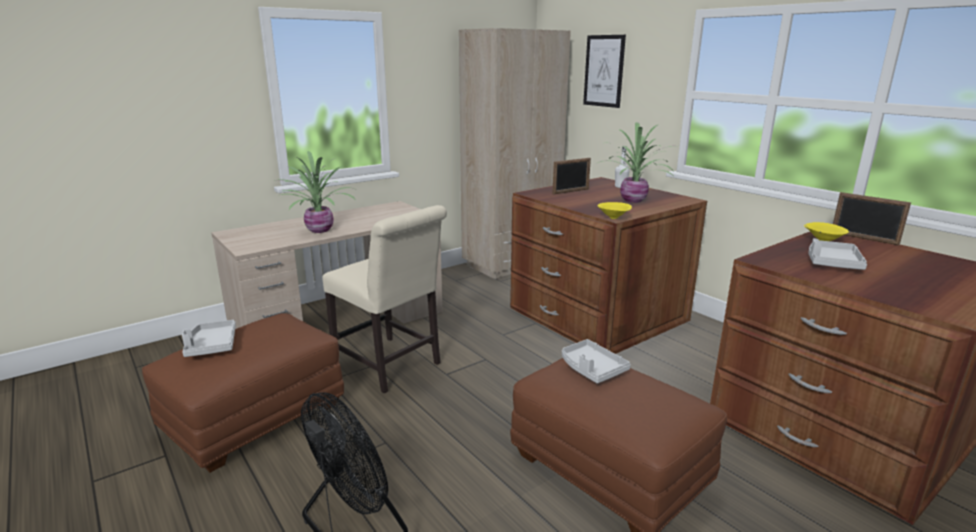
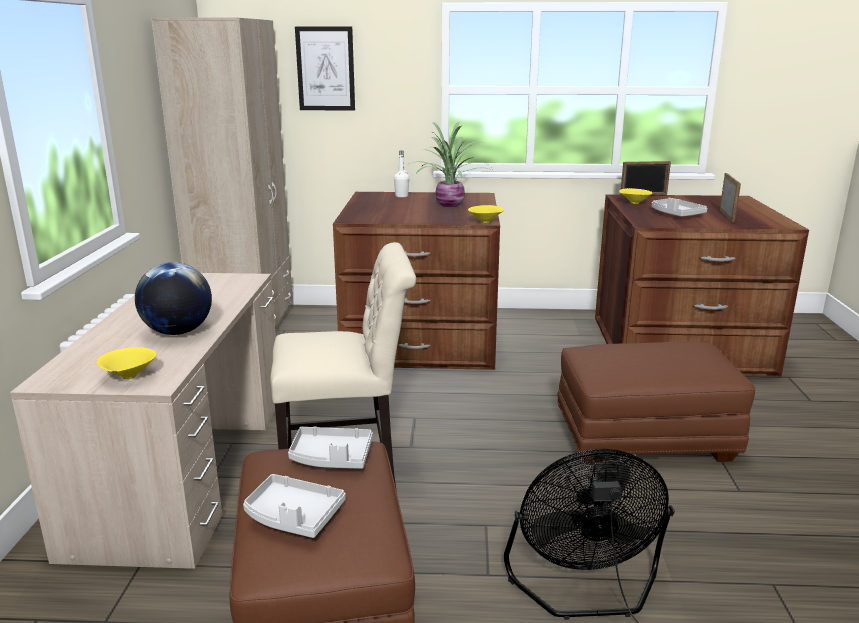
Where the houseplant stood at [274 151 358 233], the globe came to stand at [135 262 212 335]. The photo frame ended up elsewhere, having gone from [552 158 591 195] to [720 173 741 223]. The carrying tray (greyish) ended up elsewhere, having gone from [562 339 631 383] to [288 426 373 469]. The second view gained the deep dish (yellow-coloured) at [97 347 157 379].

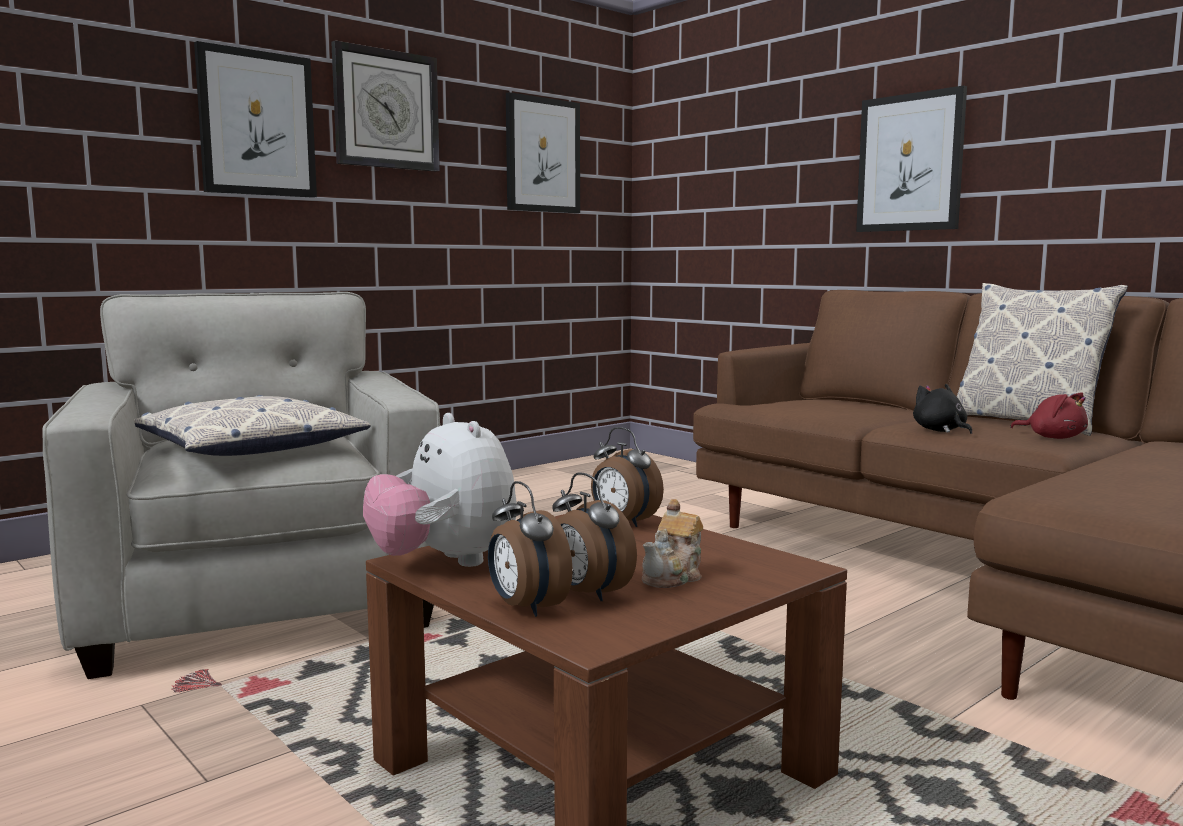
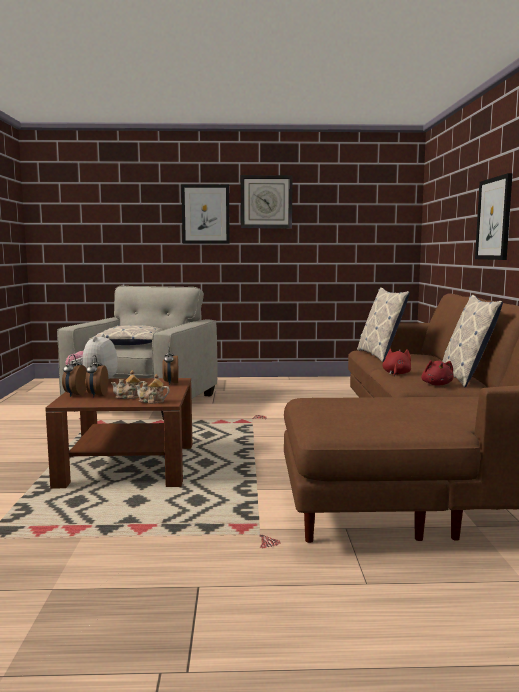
The second view lost the wall picture at [506 92 580 213]. What was the plush toy (black) at [913 384 972 434] turned into the plush toy (red) at [382 349 411 376]. The second view gained the tea pot at [135 374 170 404]. The second view gained the throw pillow at [357 287 410 362].

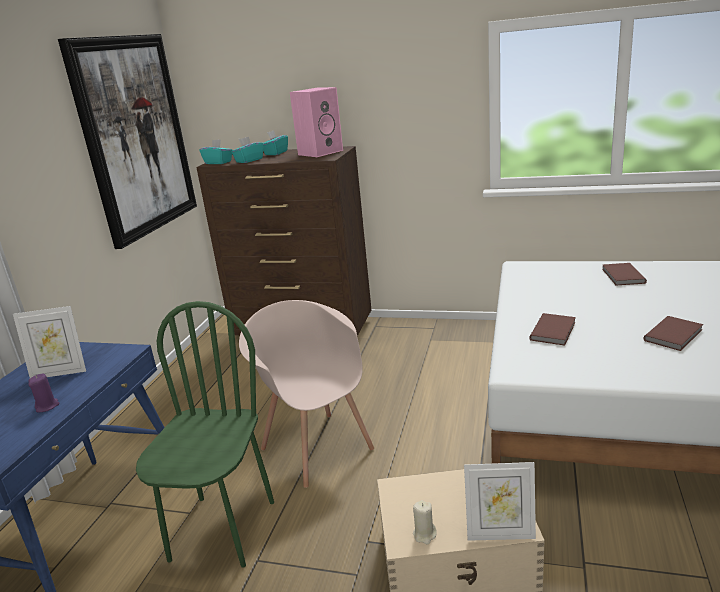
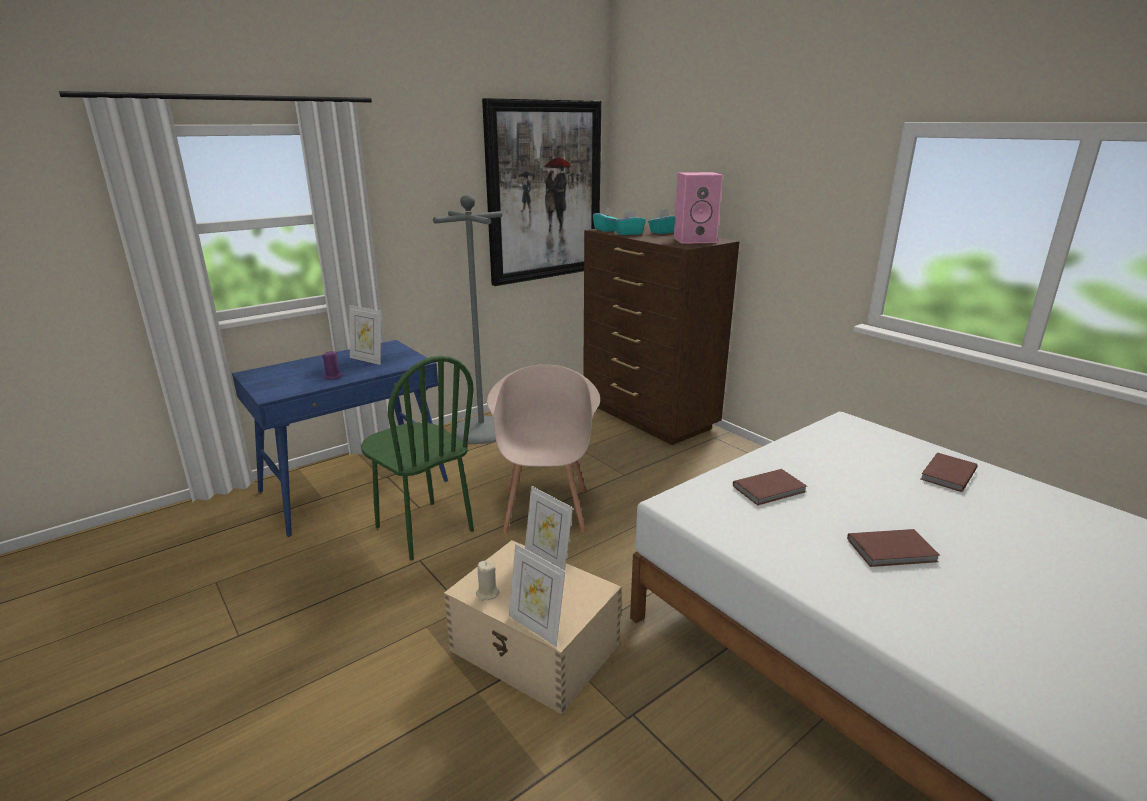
The plain chair (green-coloured) at [136 301 274 568] ended up facing another way, 90 degrees clockwise from before. The second view gained the garment stand (greyish) at [433 195 503 444]. The second view gained the photo frame at [525 486 573 571].

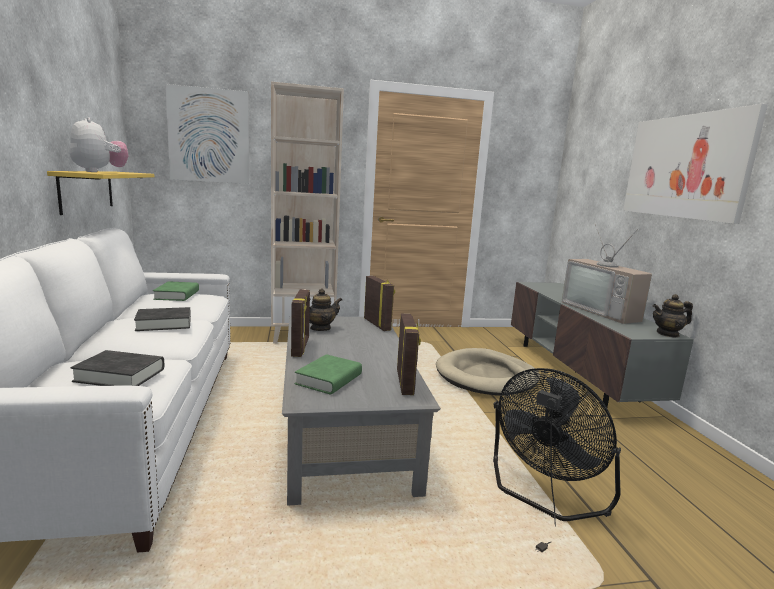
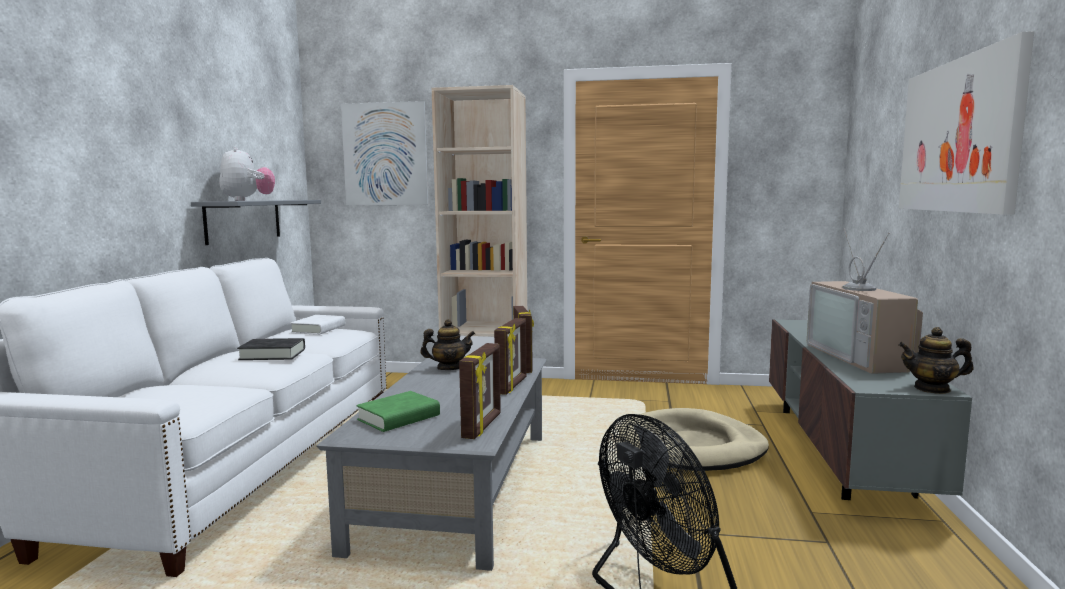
What was the wall shelf (yellow-coloured) at [47 171 154 215] turned into the wall shelf (greyish) at [191 200 321 245]. The second view lost the volume (black) at [70 350 164 386]. What was the volume (green-coloured) at [153 281 199 301] turned into the volume (white) at [290 315 345 335]. The photo frame ended up elsewhere, having gone from [291 289 310 357] to [494 318 526 395].

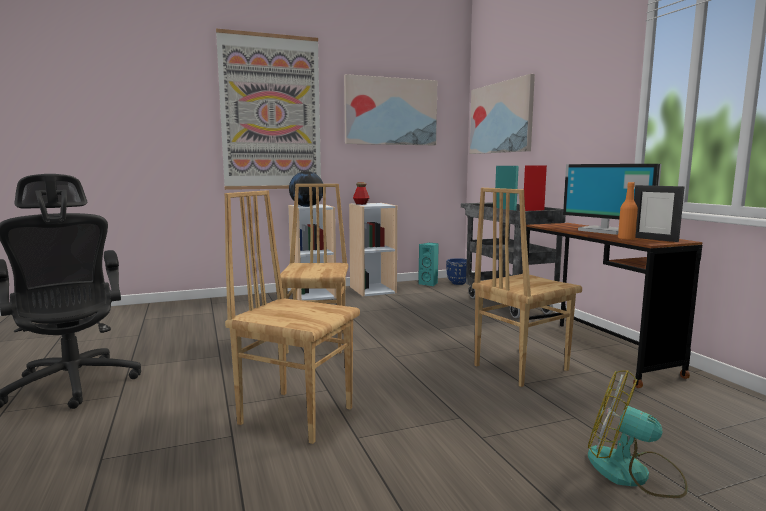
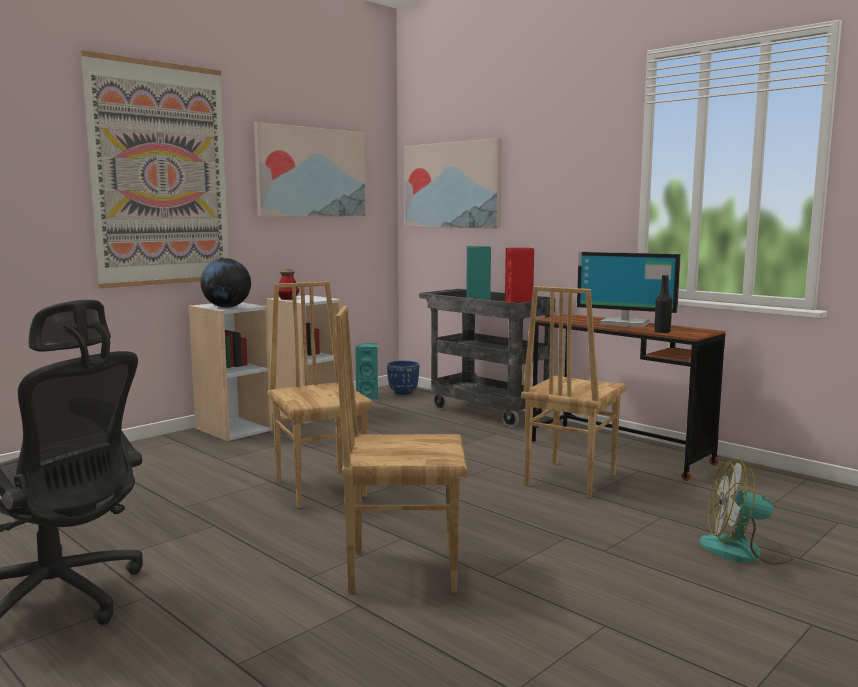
What was the bottle (orange) at [618 182 638 240] turned into the bottle (black) at [654 275 672 333]. The second view lost the photo frame at [634 185 685 242].

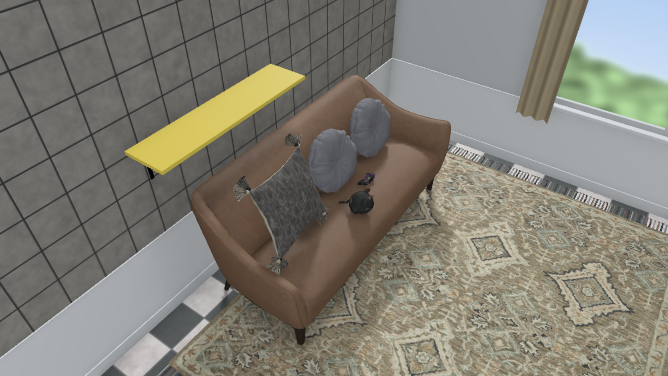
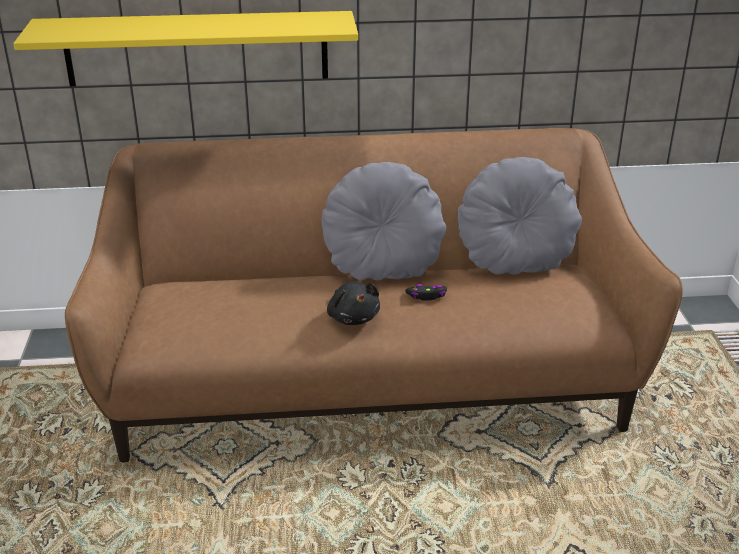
The second view lost the throw pillow at [232 133 329 275].

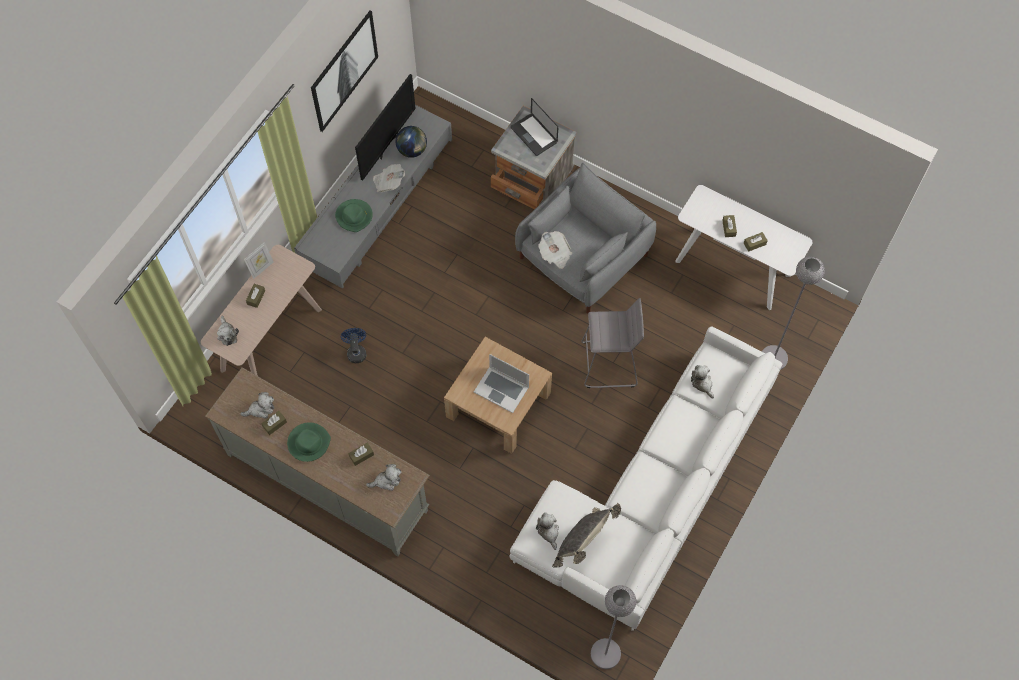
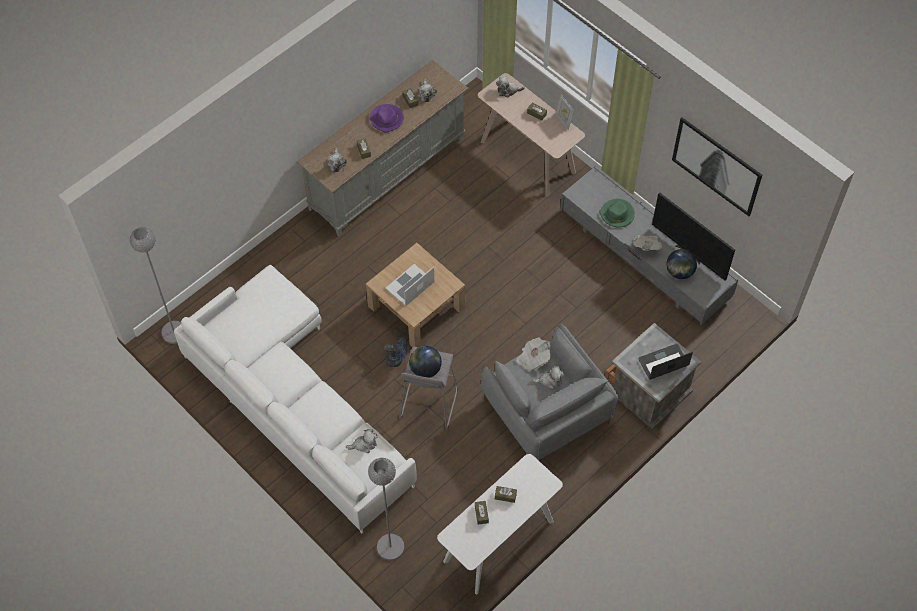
What was the clothing hat (green-coloured) at [287 422 331 462] turned into the clothing hat (purplish) at [370 104 404 133]. The fan (bluish) ended up elsewhere, having gone from [341 328 366 363] to [384 337 407 367]. The plush toy ended up elsewhere, having gone from [536 513 559 550] to [532 366 564 390]. The second view lost the throw pillow at [552 503 621 567]. The second view gained the globe at [409 346 442 378].

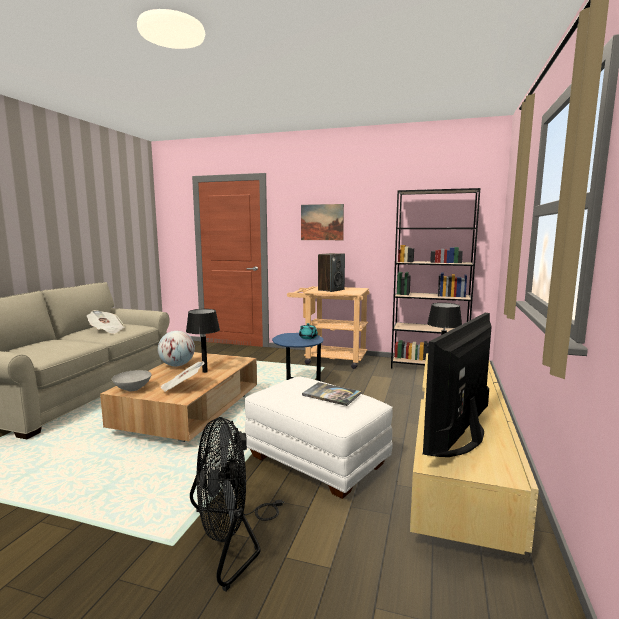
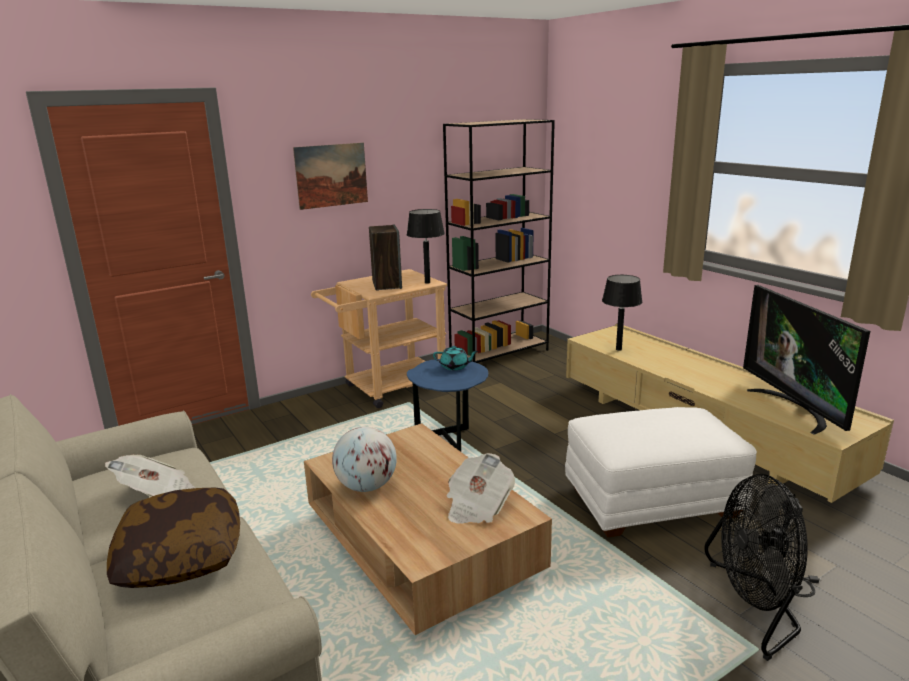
The second view lost the deep dish (greyish) at [112 370 152 391]. The lamp for a table (black) ended up elsewhere, having gone from [186 309 220 373] to [407 209 445 284]. The fan (black) at [190 417 285 592] ended up facing another way, 75 degrees clockwise from before. The second view lost the volume at [302 382 361 406]. The second view gained the throw pillow at [107 488 240 588].

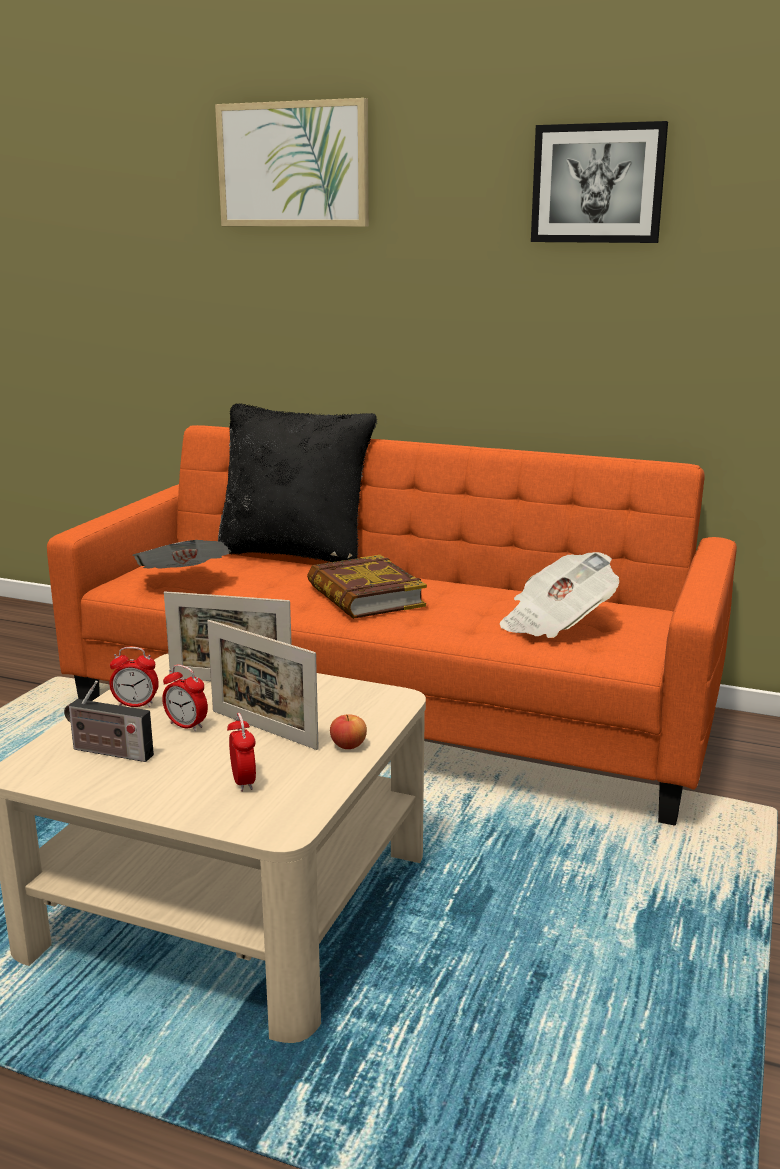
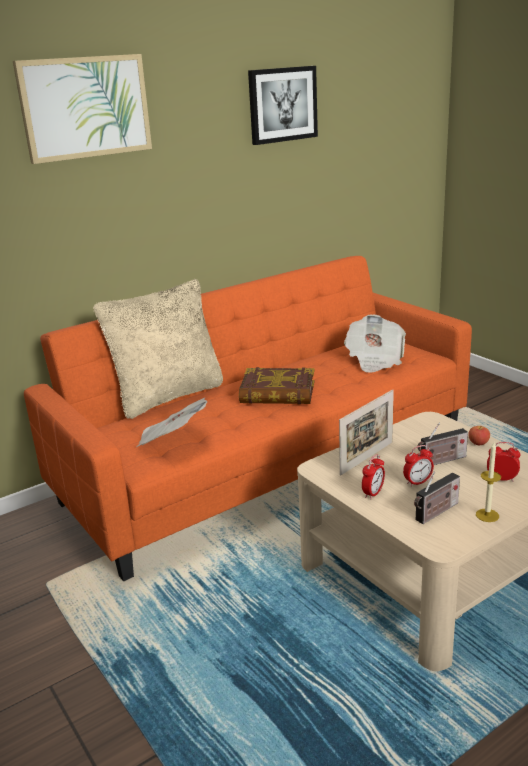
Where the photo frame stood at [207 620 319 750], the radio receiver came to stand at [418 422 468 465]. What was the throw pillow (black) at [218 403 377 562] turned into the throw pillow (beige-coloured) at [94 279 223 419]. The second view gained the wax light at [476 442 501 522].

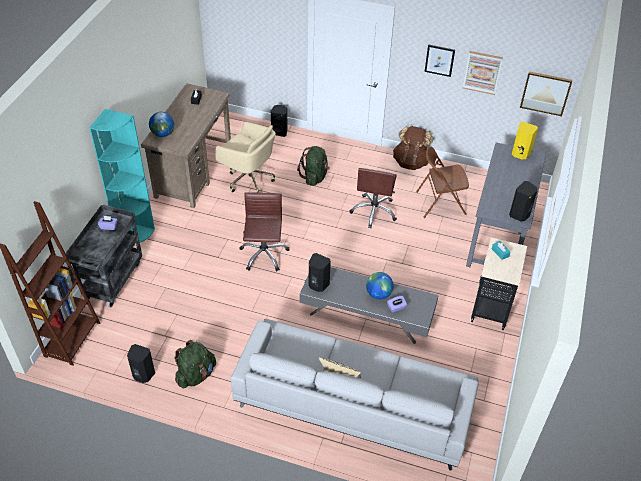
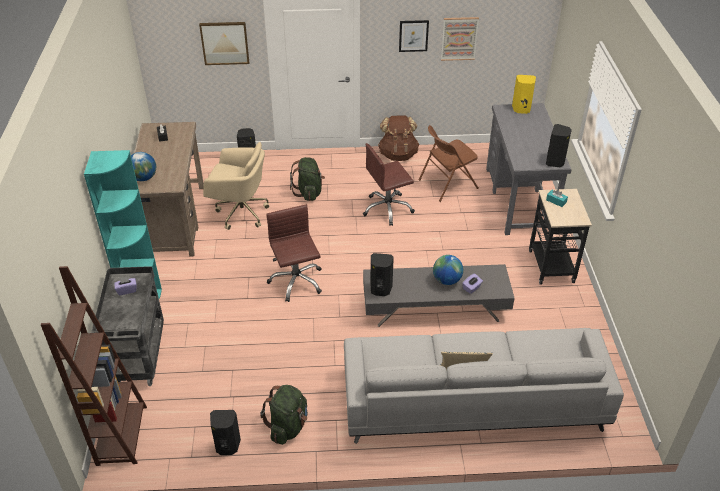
The office chair (brown-coloured) at [350 168 397 228] ended up facing another way, 75 degrees clockwise from before. The wall picture ended up elsewhere, having gone from [520 71 573 116] to [199 22 249 65].

